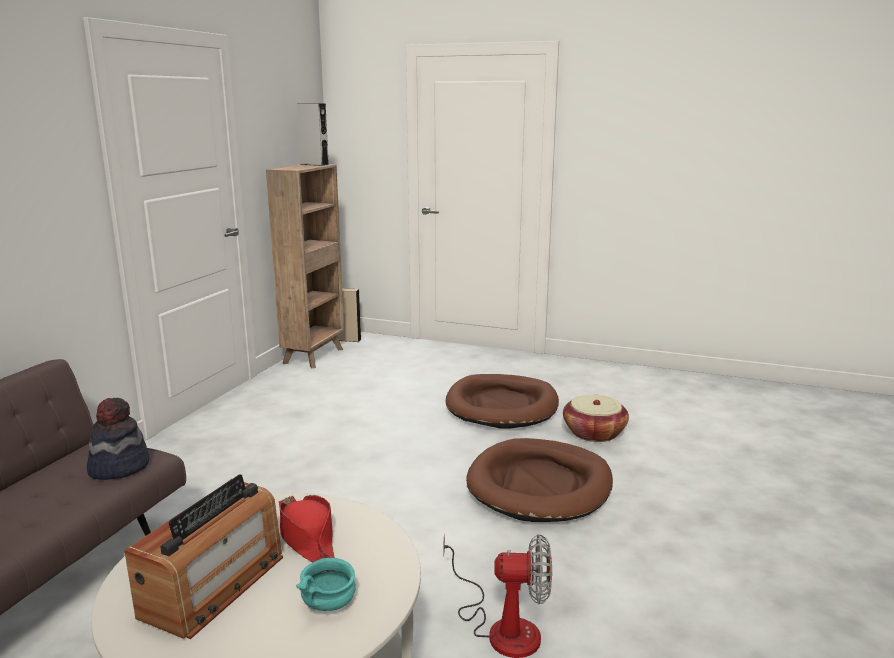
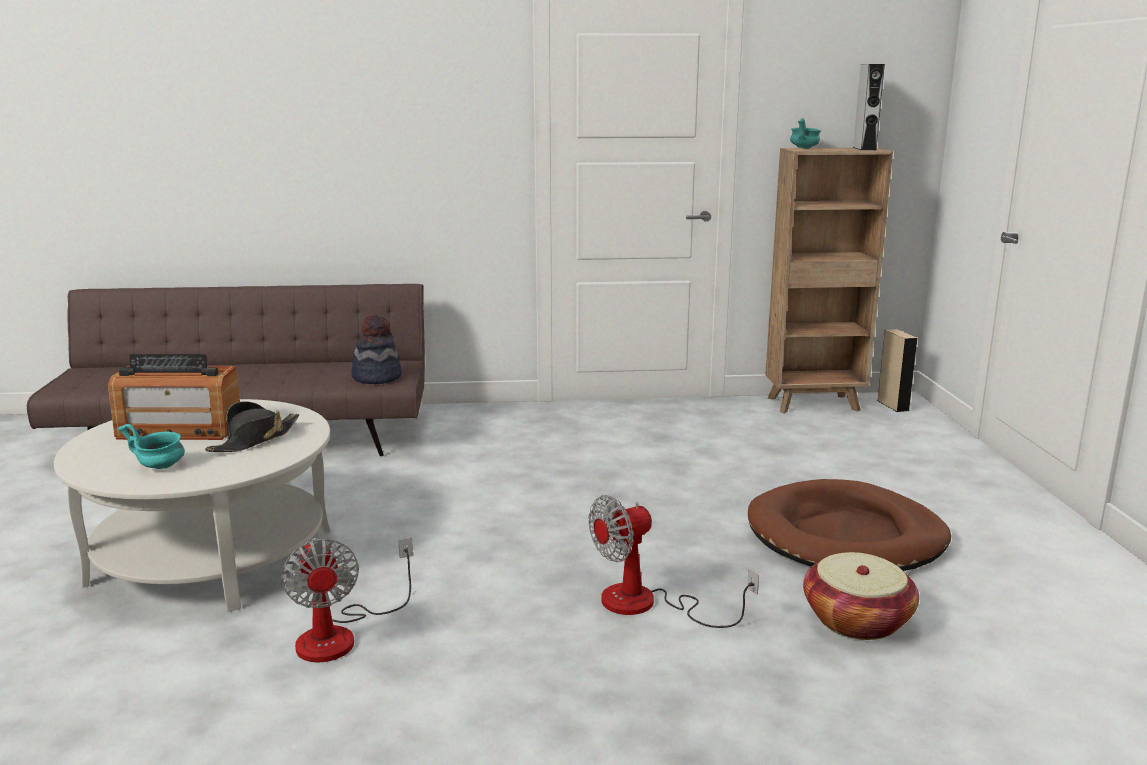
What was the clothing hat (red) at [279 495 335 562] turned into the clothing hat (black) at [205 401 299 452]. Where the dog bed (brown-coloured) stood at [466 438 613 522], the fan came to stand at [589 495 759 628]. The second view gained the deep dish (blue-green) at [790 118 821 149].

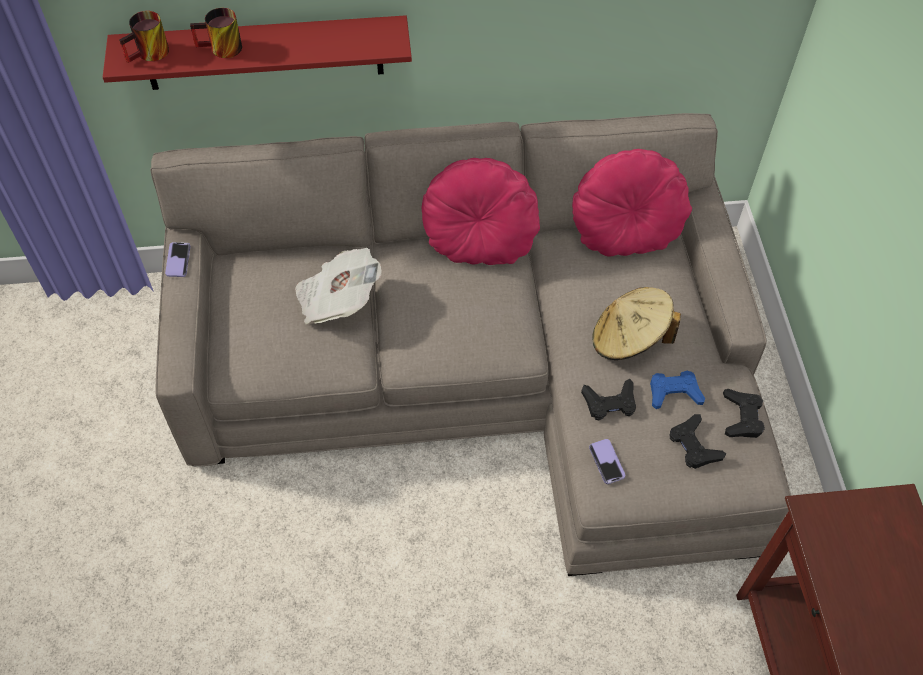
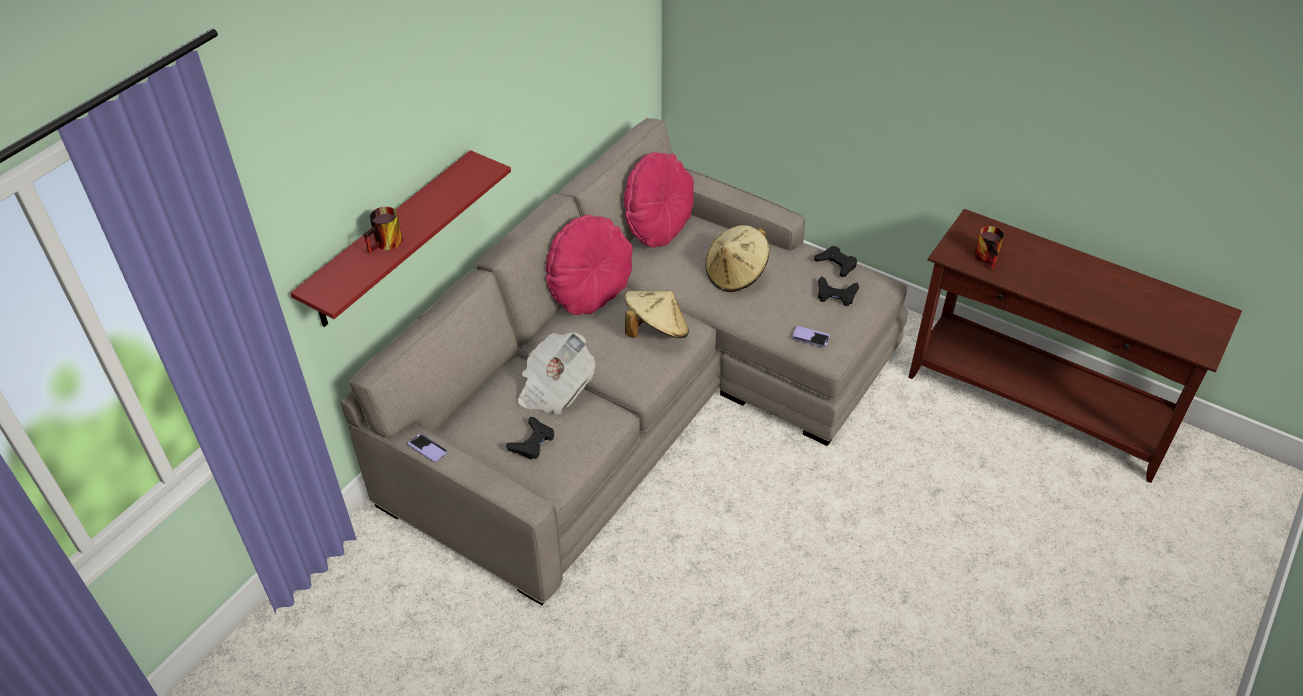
The mug ended up elsewhere, having gone from [119 11 169 63] to [974 226 1004 269]. The game controller (black) ended up elsewhere, having gone from [581 379 636 420] to [506 417 554 459]. The second view lost the game controller (bluish) at [650 371 705 409]. The second view gained the clothing hat (beige-coloured) at [624 290 689 338].

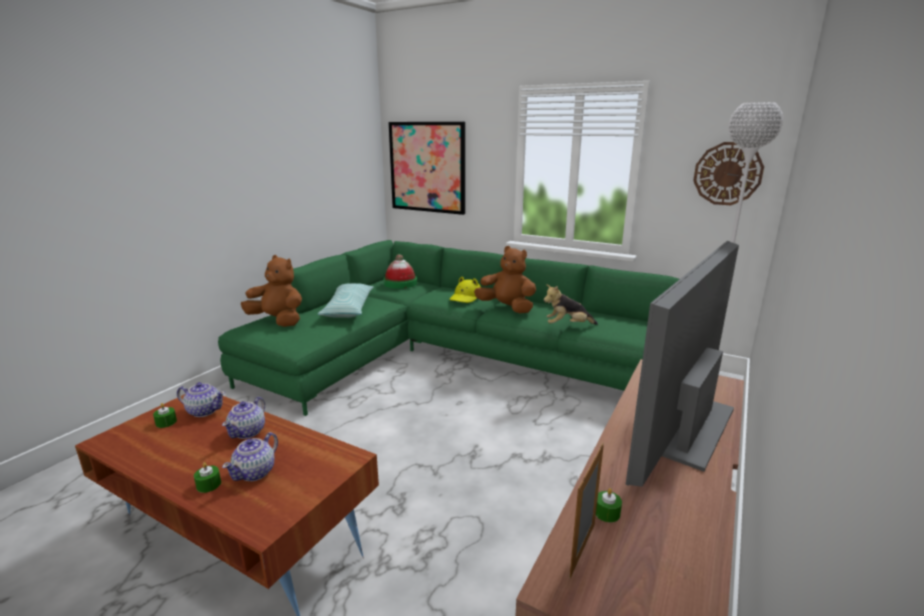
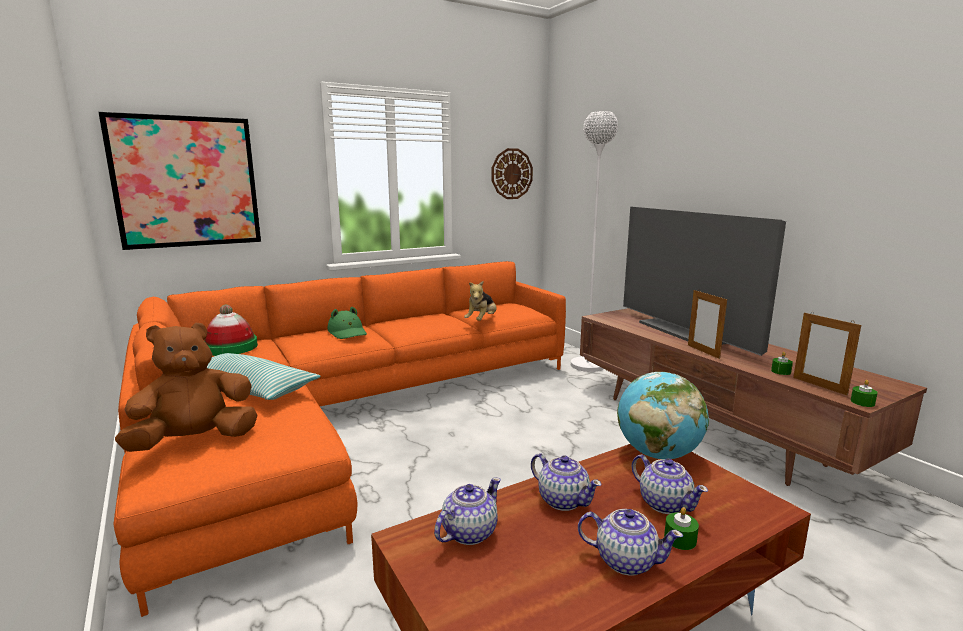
The wax light (green-coloured) ended up elsewhere, having gone from [153 403 177 428] to [850 380 878 407]. What was the settee (green-coloured) at [218 240 679 416] turned into the settee (orange) at [113 261 566 617]. What was the clothing hat (yellow-coloured) at [449 276 481 303] turned into the clothing hat (green-coloured) at [327 307 367 339]. The second view lost the plush toy (brown-coloured) at [474 246 536 313]. The second view gained the tea pot at [578 509 683 576]. The second view gained the globe at [617 372 709 460]. The second view gained the photo frame at [688 289 727 359].

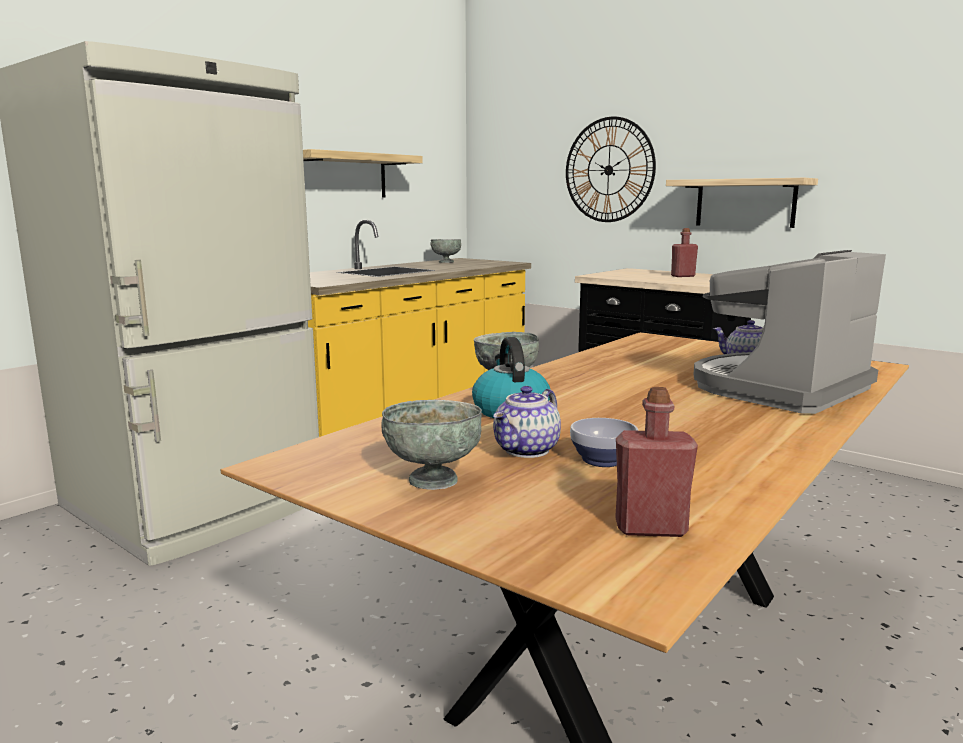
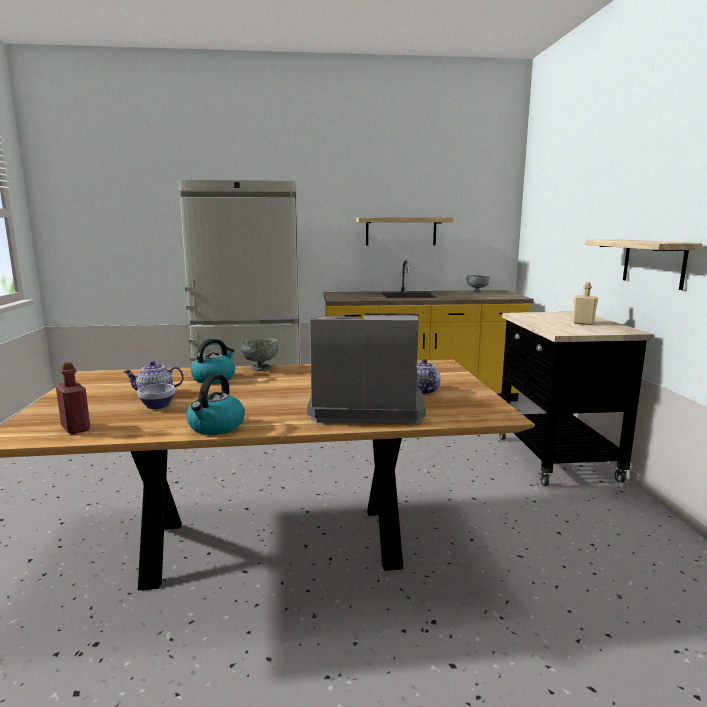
The second view lost the deep dish (greyish) at [381 400 482 490]. The second view lost the clock on the wall at [566 117 656 222]. What was the bottle (red) at [671 228 698 277] turned into the bottle (beige-coloured) at [573 282 598 325]. The second view gained the kettle at [186 374 245 435].

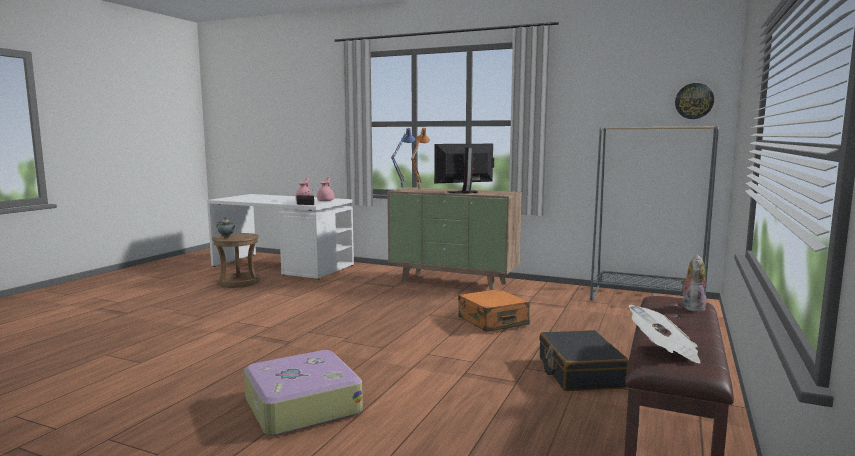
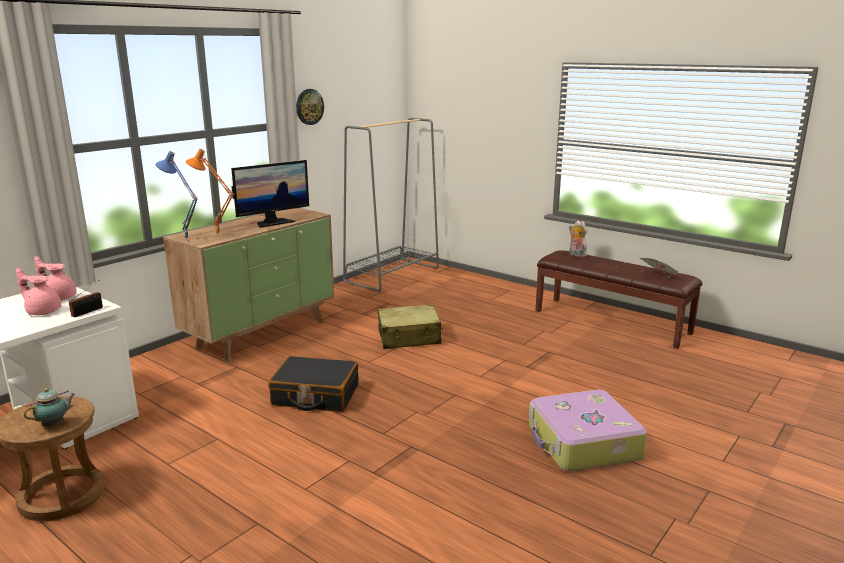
The computer screen at [434 144 494 194] ended up facing another way, 120 degrees counterclockwise from before. What was the piece of luggage (orange) at [458 289 530 332] turned into the piece of luggage (beige-coloured) at [378 304 443 349]. The piece of luggage (black) ended up elsewhere, having gone from [539 330 629 391] to [268 356 359 412]. The clock on the wall ended up elsewhere, having gone from [675 83 714 119] to [296 89 324 125].

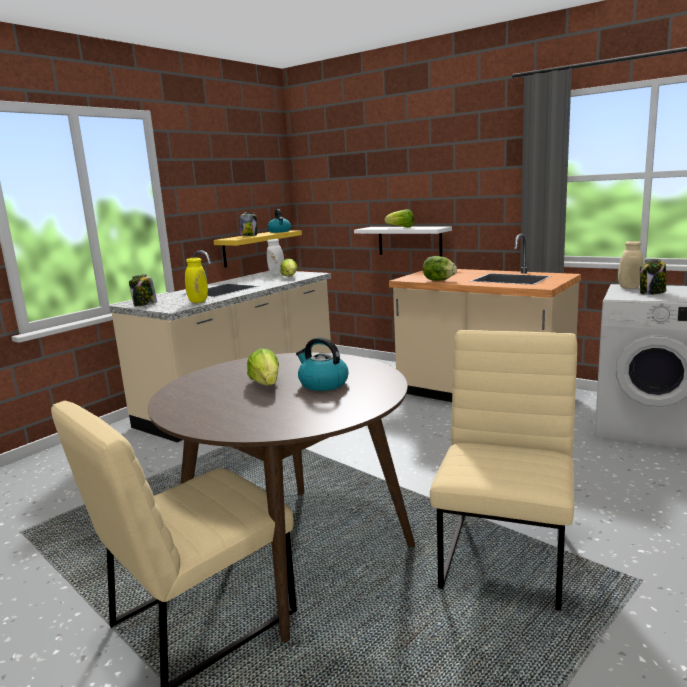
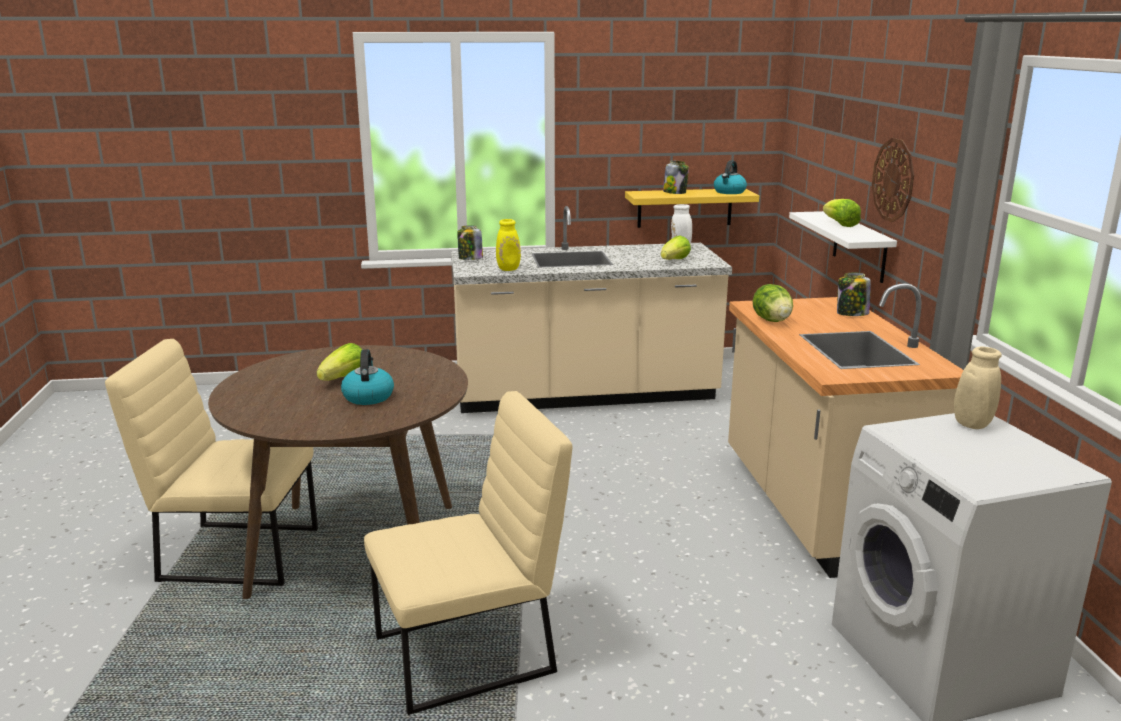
The jar ended up elsewhere, having gone from [640 259 666 295] to [837 273 871 316]. The second view gained the clock on the wall at [872 138 914 222].

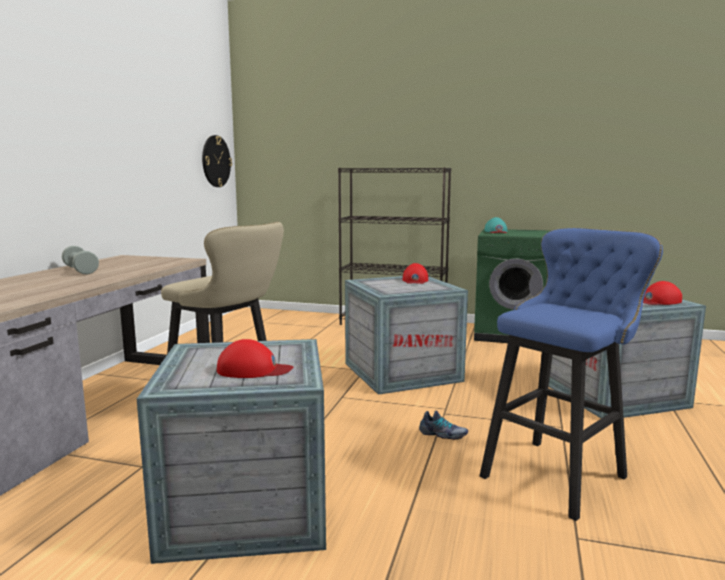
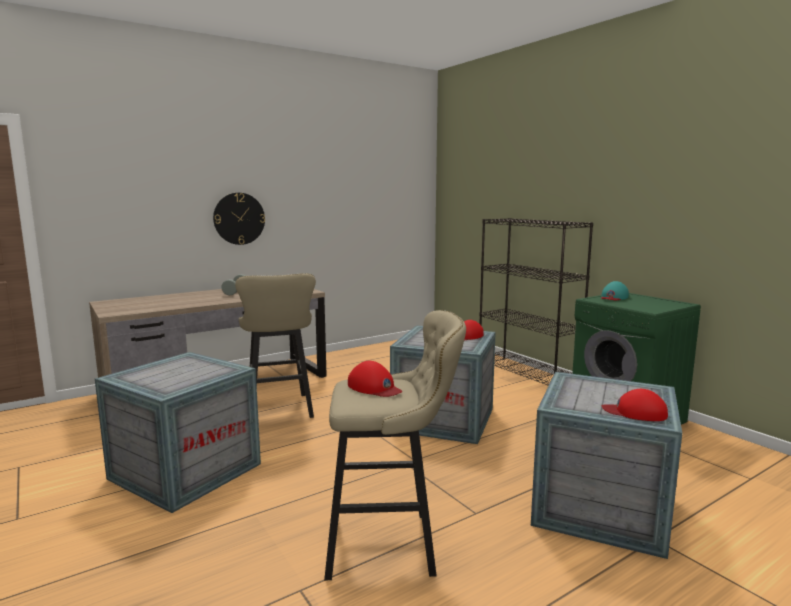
The clock on the wall ended up elsewhere, having gone from [202 135 232 187] to [213 193 265 245]. The cap (red) ended up elsewhere, having gone from [217 339 293 378] to [348 361 402 397]. The second view lost the shoe at [419 411 468 440]. What was the stool seat (bluish) at [480 228 663 521] turned into the stool seat (beige-coloured) at [324 310 466 580].

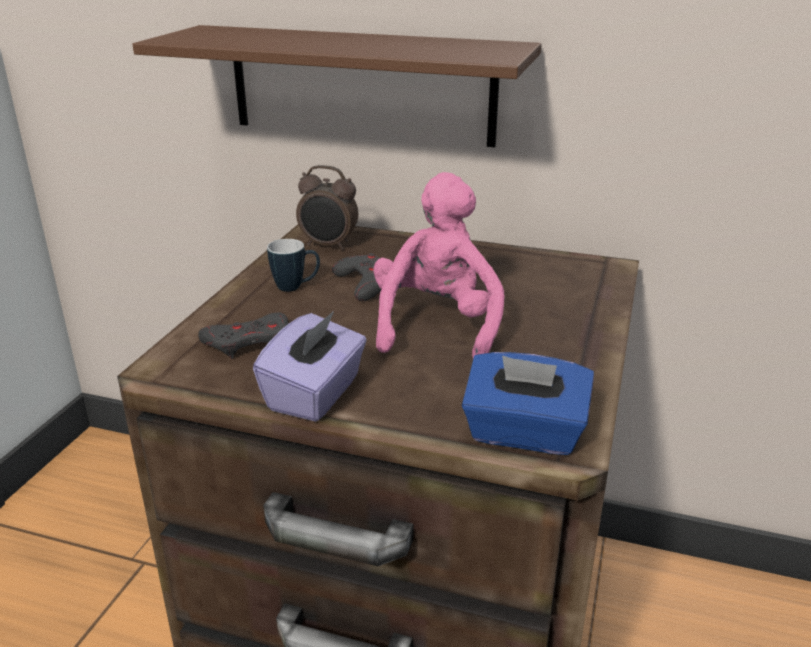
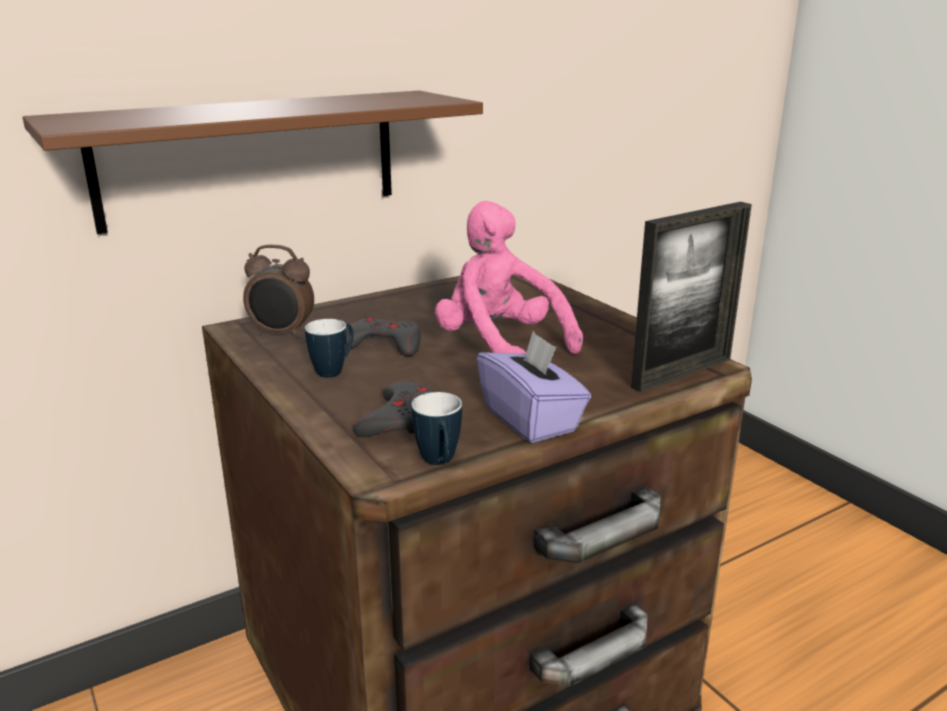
The bedside clock at [296 165 358 250] ended up facing another way, 45 degrees clockwise from before. Where the tissue holder (bluish) stood at [462 352 594 455], the photo frame came to stand at [631 202 752 392]. The second view gained the mug at [412 392 462 465].

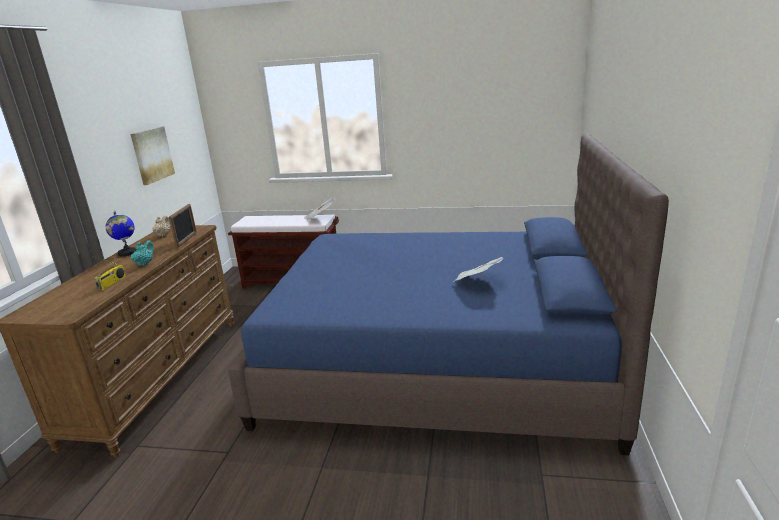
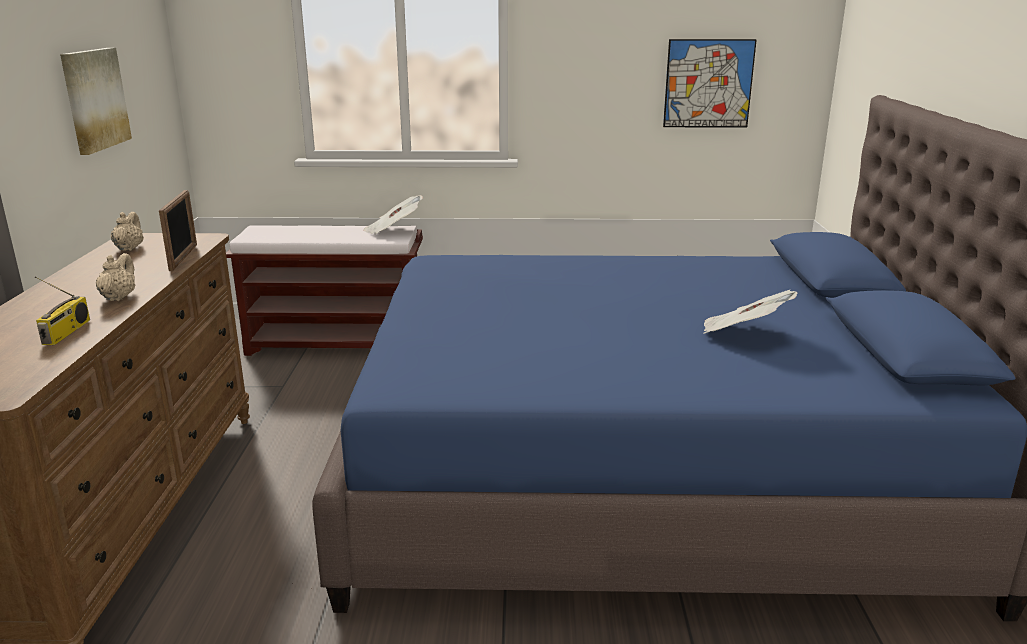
The second view lost the globe at [106 211 136 256]. What was the tea pot (blue-green) at [131 241 154 266] turned into the tea pot (beige-coloured) at [96 253 135 301]. The second view gained the wall picture at [663 39 757 128].

